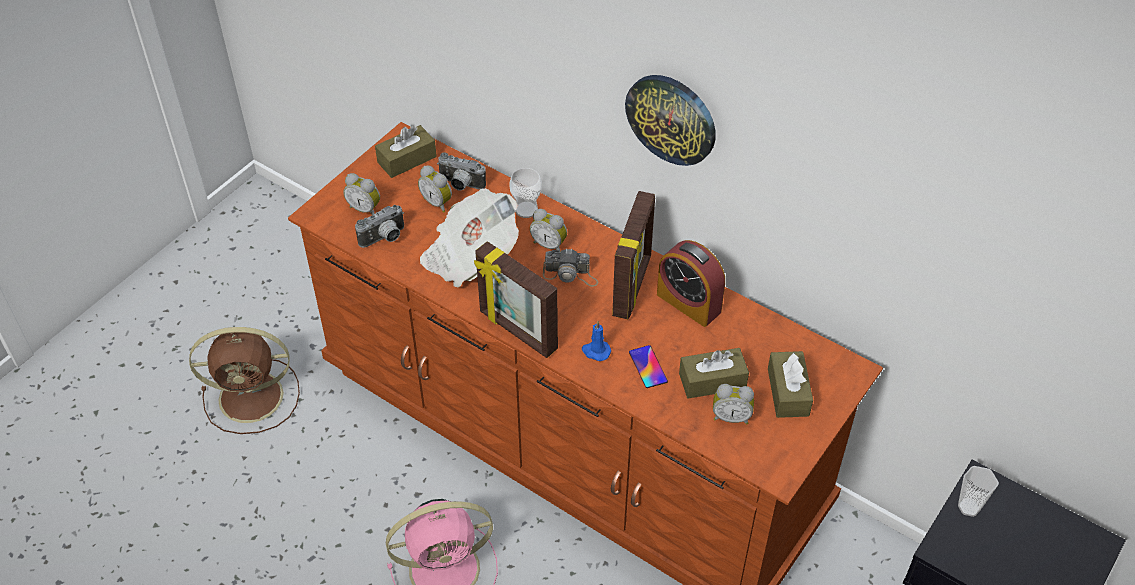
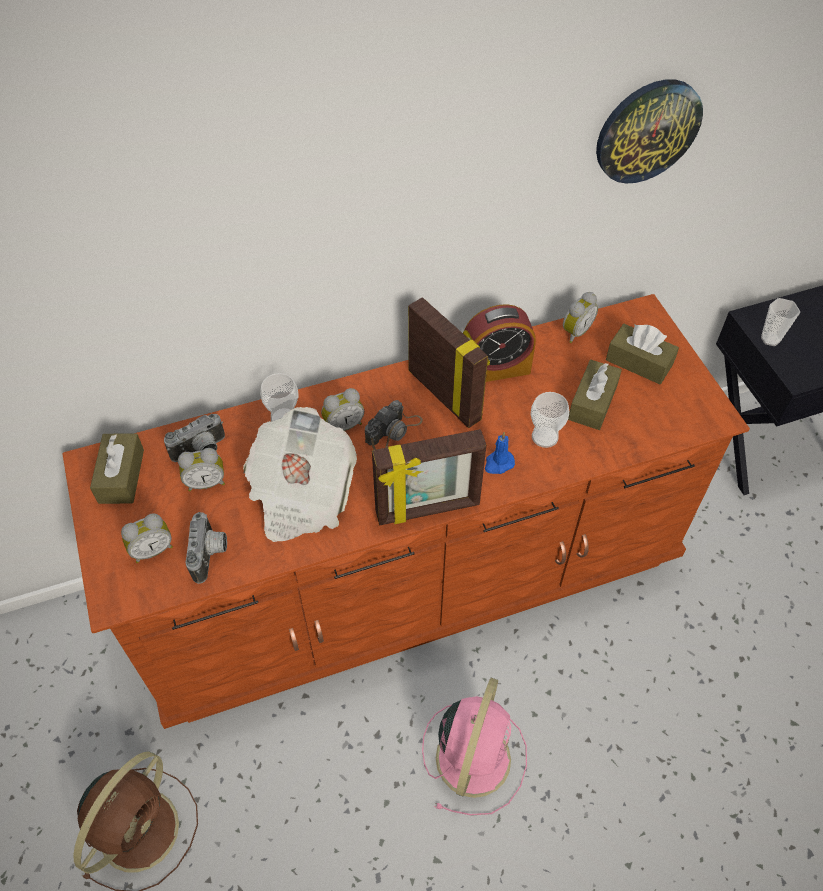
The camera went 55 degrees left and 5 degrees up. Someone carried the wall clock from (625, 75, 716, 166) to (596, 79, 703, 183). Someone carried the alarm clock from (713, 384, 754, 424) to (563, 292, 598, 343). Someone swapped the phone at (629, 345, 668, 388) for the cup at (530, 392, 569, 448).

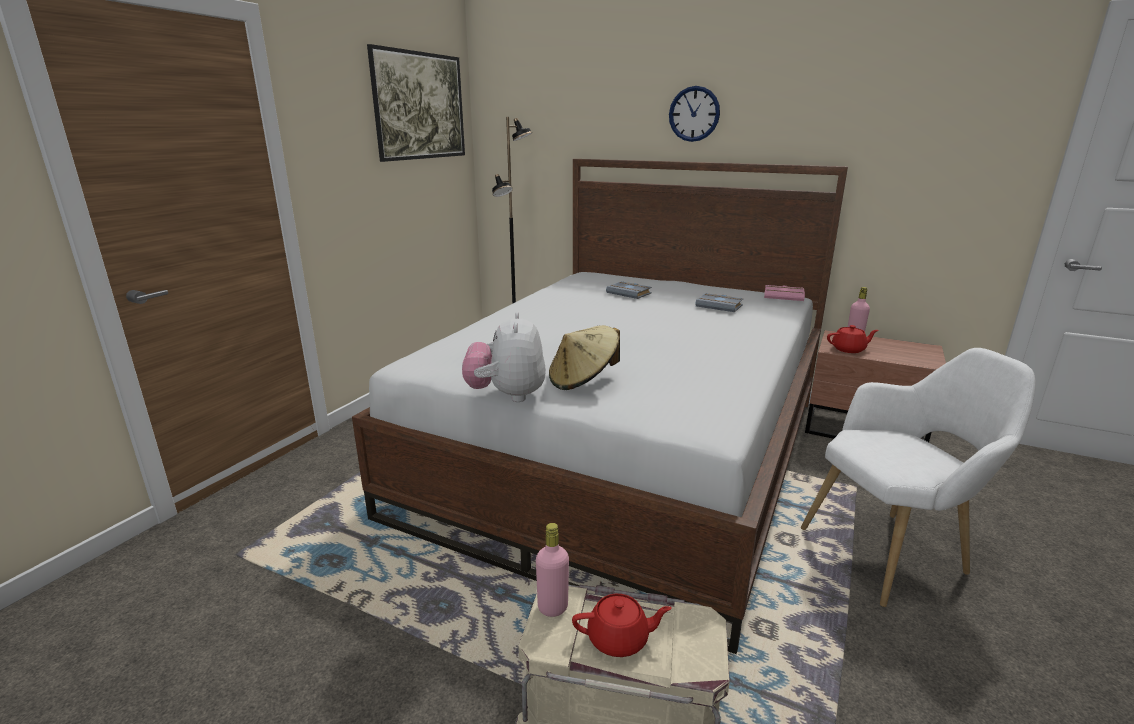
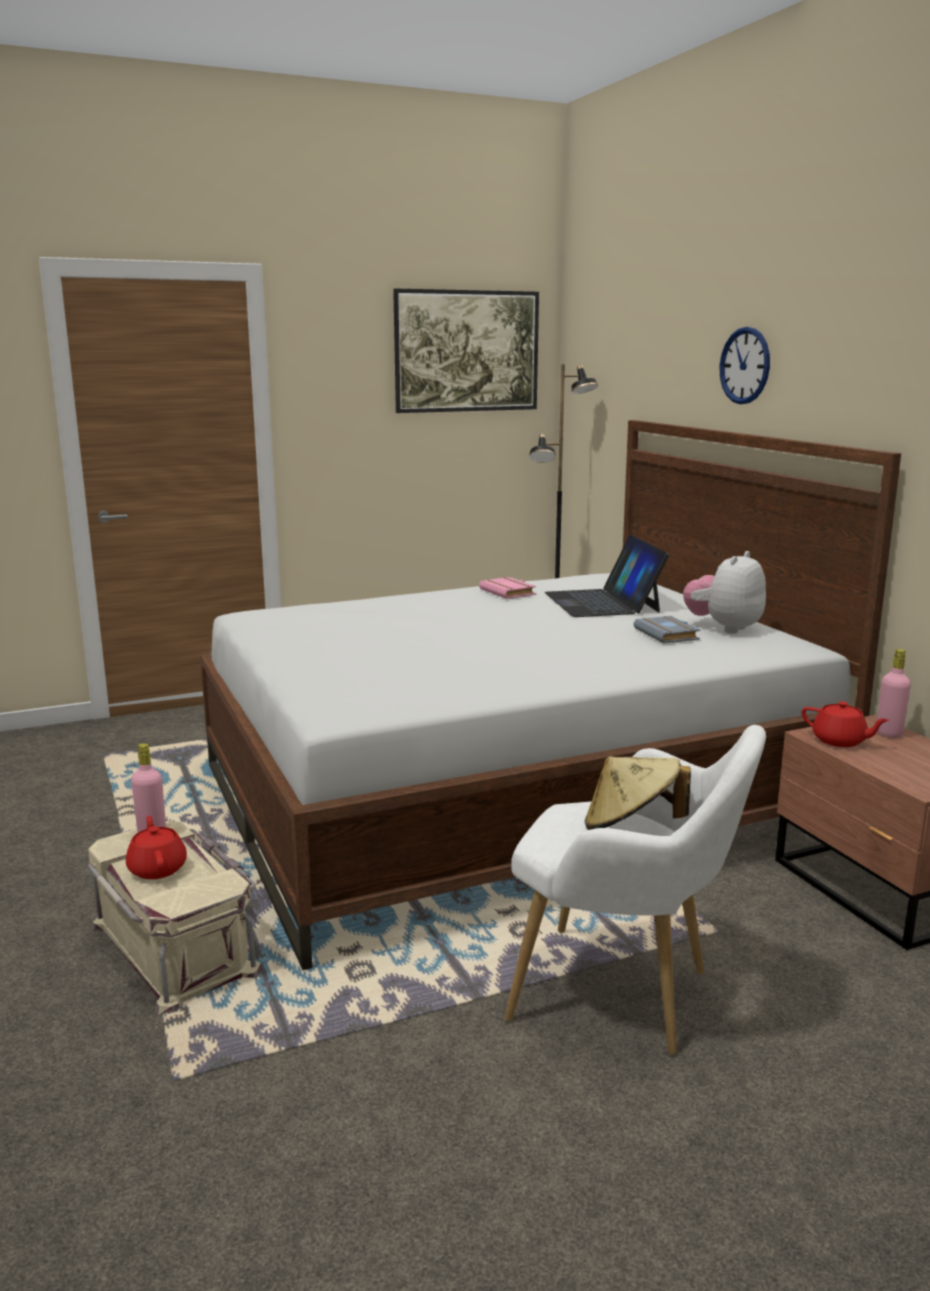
The camera went 40 degrees right and 5 degrees down. Someone carried the plush toy from (462, 312, 546, 402) to (683, 551, 766, 634). Someone carried the hat (beige) from (549, 325, 620, 390) to (585, 757, 691, 830). Someone carried the book (pink) from (764, 285, 805, 301) to (479, 577, 536, 599). Someone swapped the book (grey) at (606, 281, 652, 299) for the laptop at (544, 534, 669, 617). Someone rotated the teapot (red) at (572, 594, 672, 657) by 150 degrees counterclockwise.

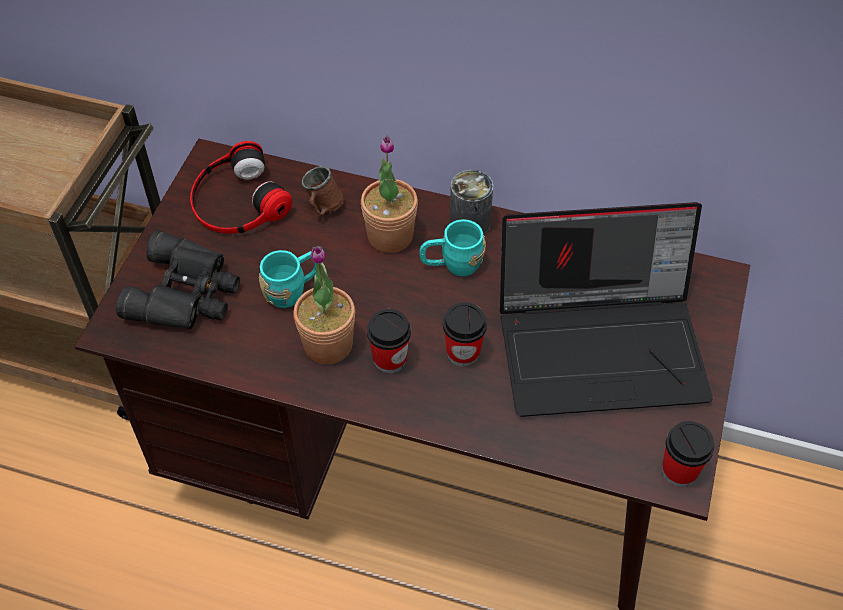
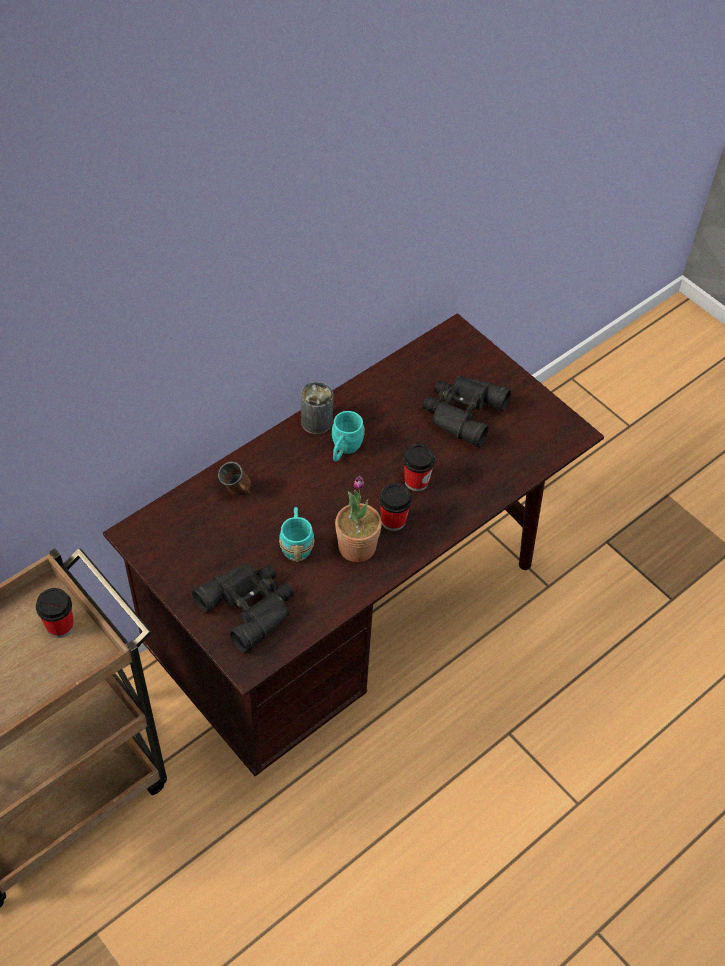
The camera went 60 degrees left and 0 degrees up. Someone took away the headphones at (190, 141, 292, 234). Someone took away the potted plant at (361, 135, 418, 253). Someone carried the cup from (662, 421, 714, 487) to (36, 588, 74, 638). Someone swapped the laptop at (500, 202, 713, 417) for the binoculars (black) at (423, 376, 511, 447).

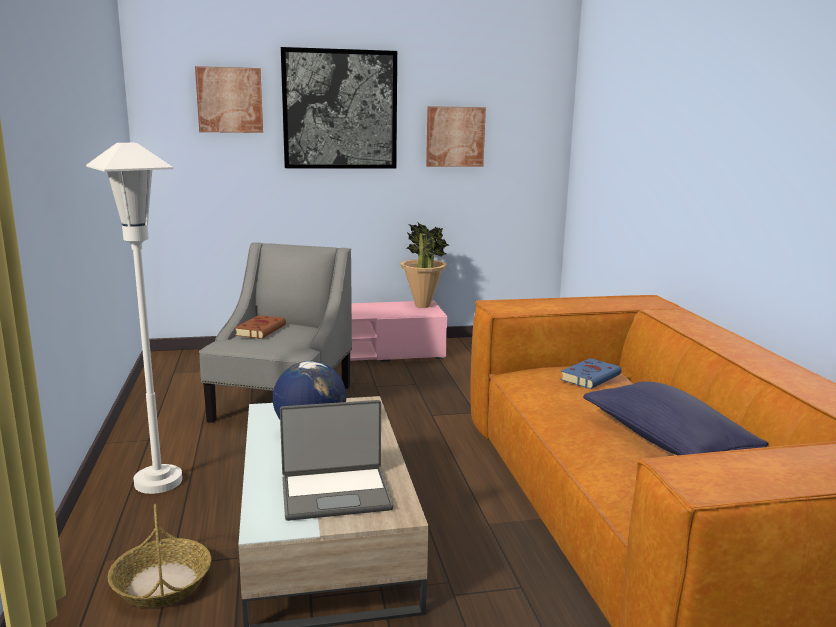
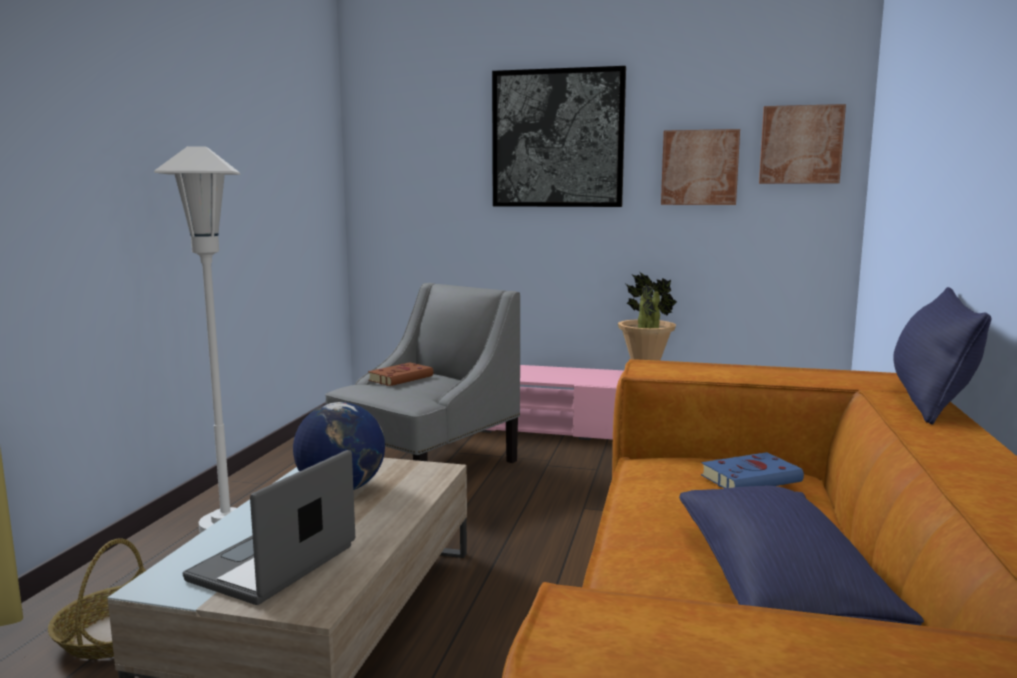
The camera went 25 degrees right and 5 degrees down. Someone put down the pillow (blue) at (893, 287, 991, 425). Someone carried the picture from (195, 66, 263, 133) to (759, 104, 846, 184). Someone rotated the laptop at (280, 400, 393, 521) by 105 degrees clockwise.

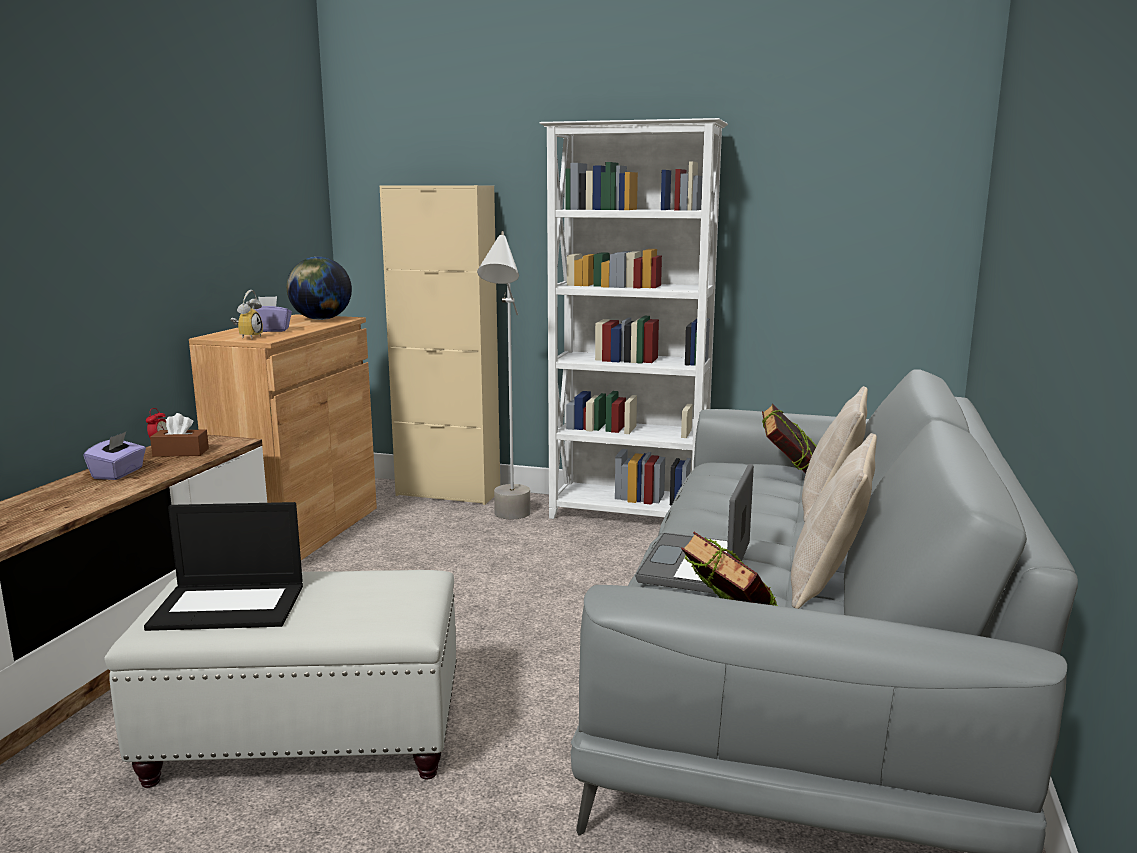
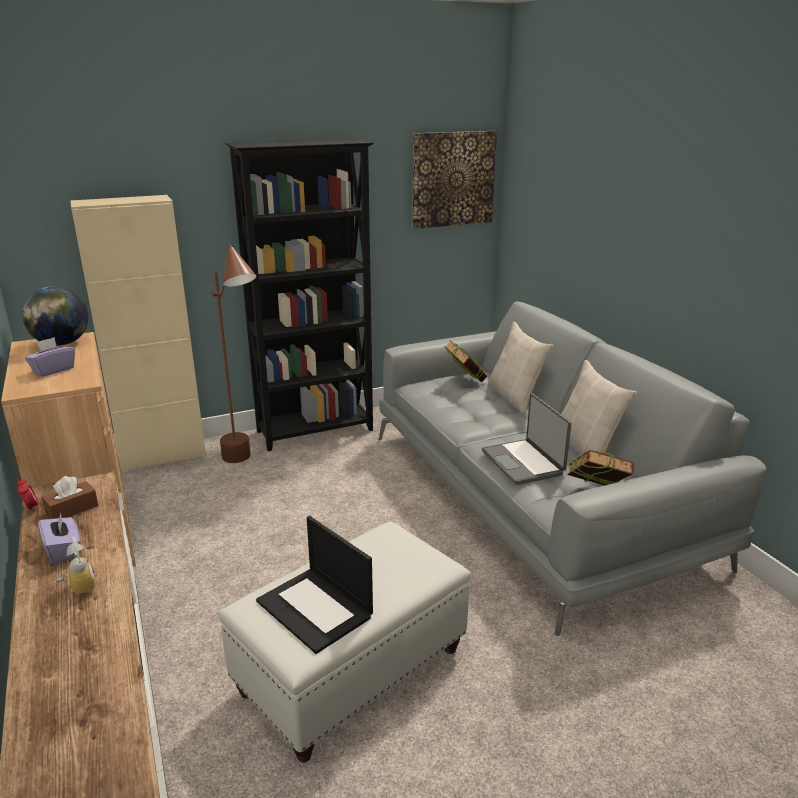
The camera went 40 degrees left and 10 degrees up. Someone put up the picture at (412, 131, 497, 229). Someone carried the alarm clock from (231, 290, 263, 339) to (56, 536, 95, 595). Someone repainted the floor lamp (grey) at (477, 231, 531, 519), which became the floor lamp (brown) at (211, 243, 257, 463). Someone repainted the bookcase (white) at (539, 118, 728, 519), which became the bookcase (black) at (225, 138, 374, 451). Someone rotated the laptop at (144, 502, 303, 631) by 90 degrees clockwise.

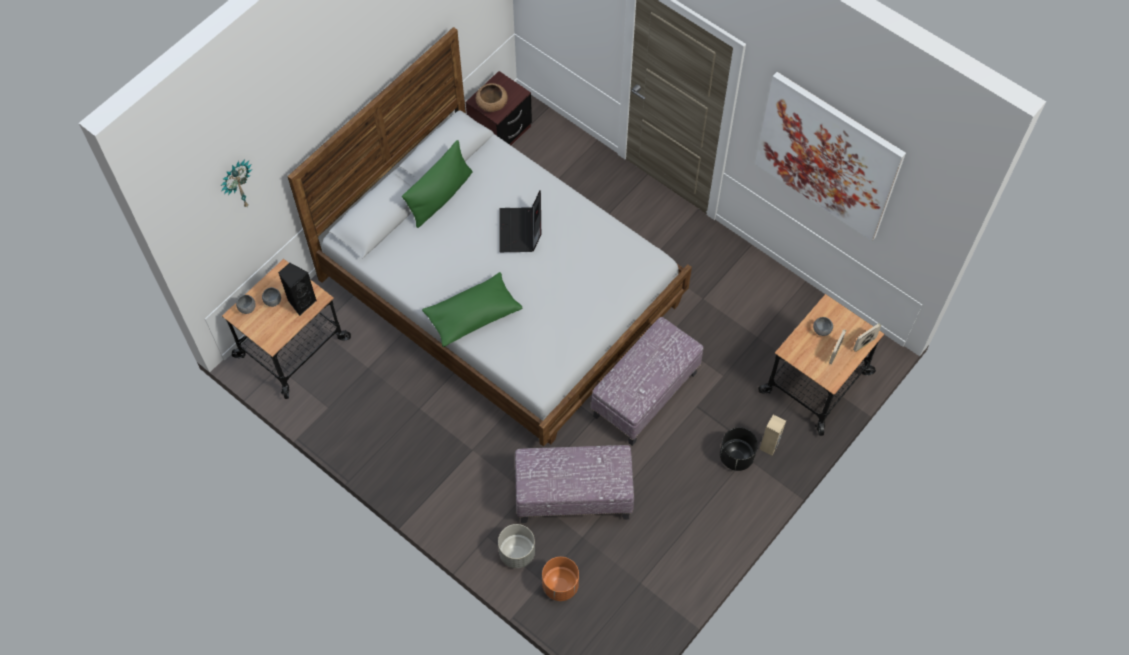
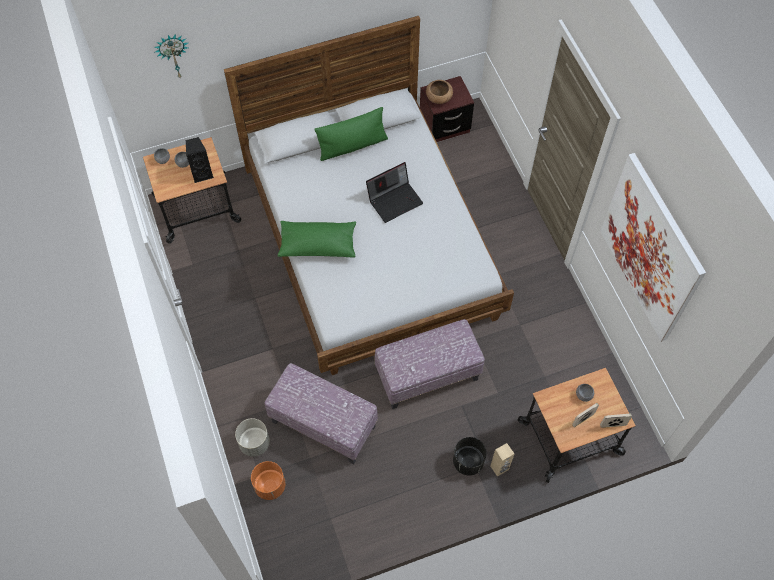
The camera went 30 degrees right and 0 degrees up. Someone rotated the laptop at (499, 190, 541, 252) by 150 degrees counterclockwise.

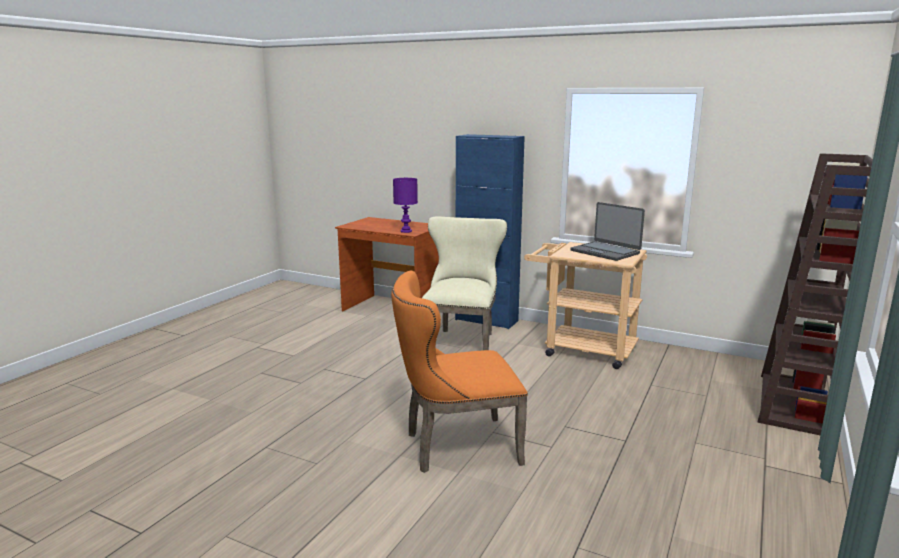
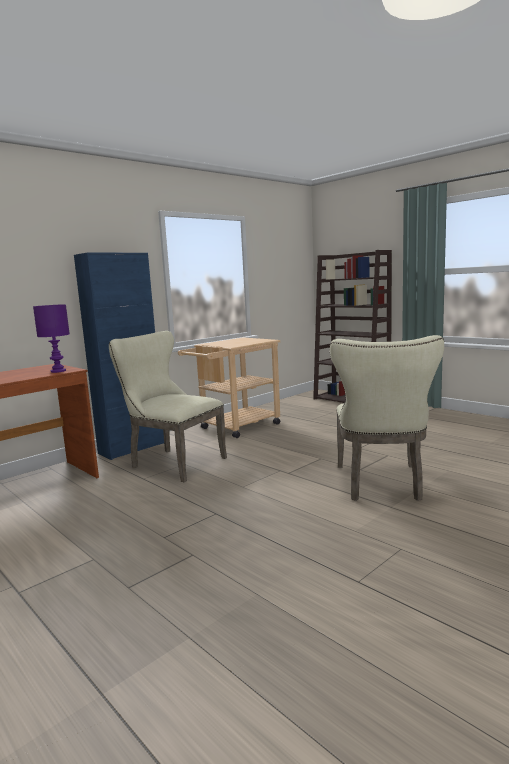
The camera went 70 degrees left and 5 degrees down. Someone took away the laptop at (570, 202, 645, 261). Someone repainted the chair (orange) at (391, 271, 528, 473), which became the chair (beige) at (330, 335, 444, 501).

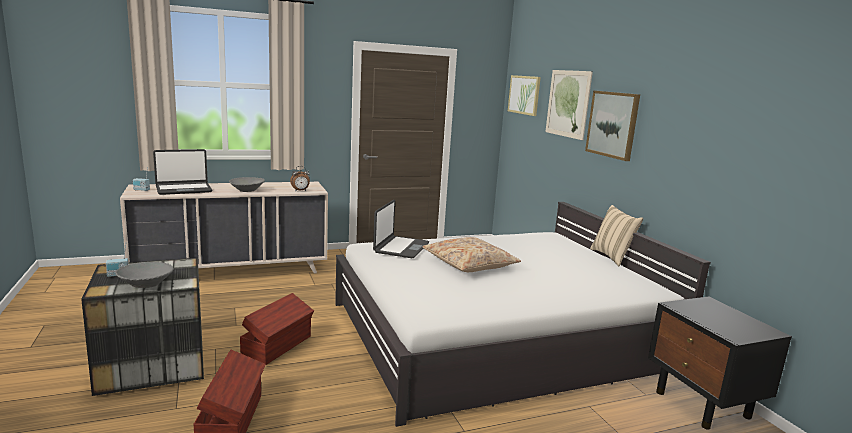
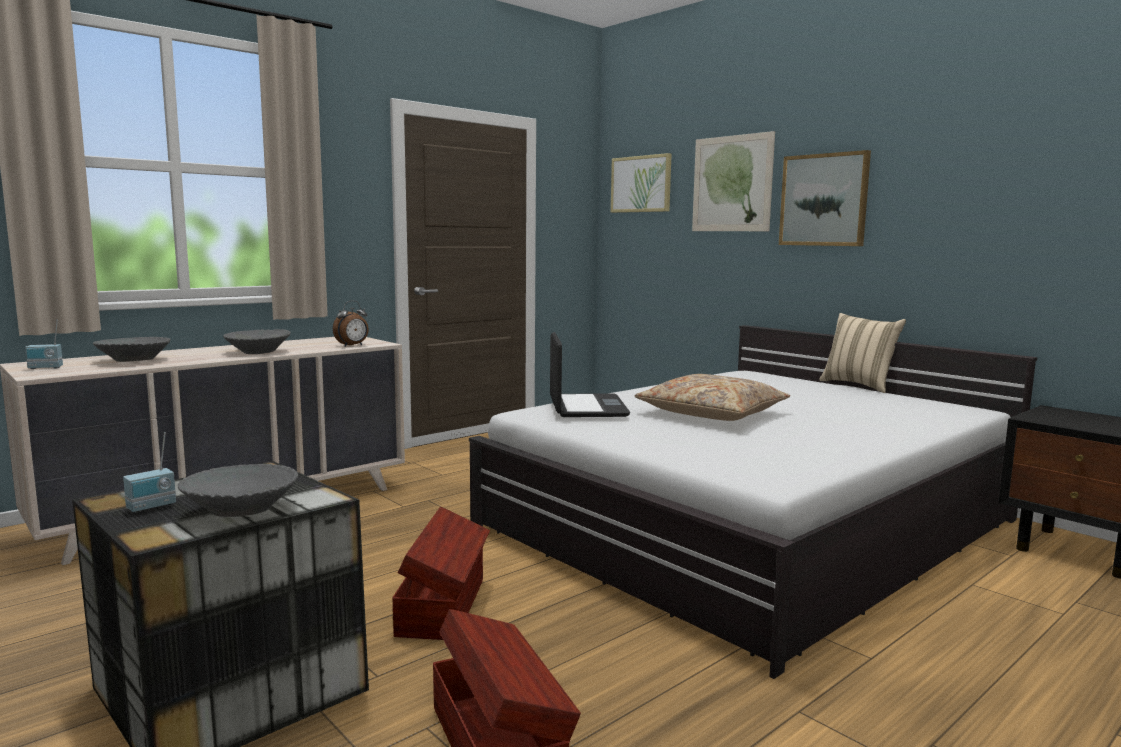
The camera went 20 degrees left and 5 degrees down. Someone swapped the laptop at (153, 149, 212, 195) for the bowl (grey) at (93, 337, 171, 362).

